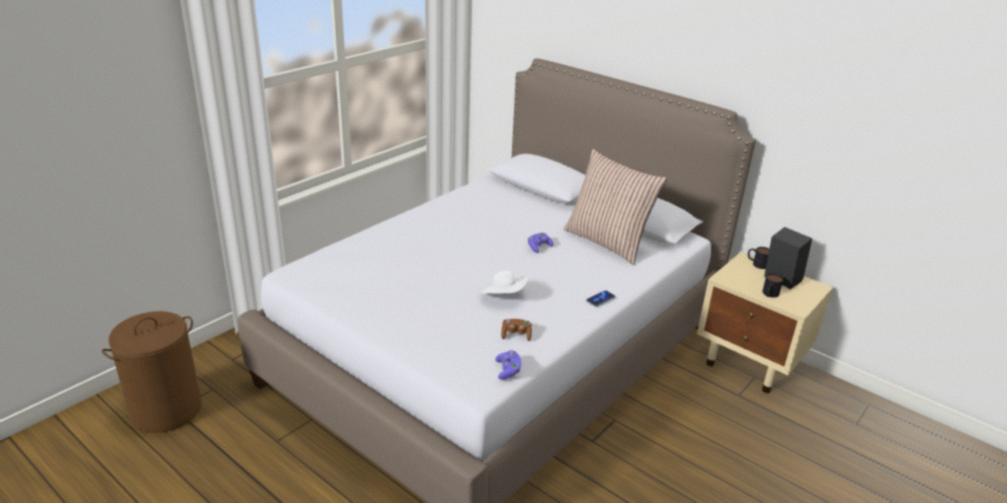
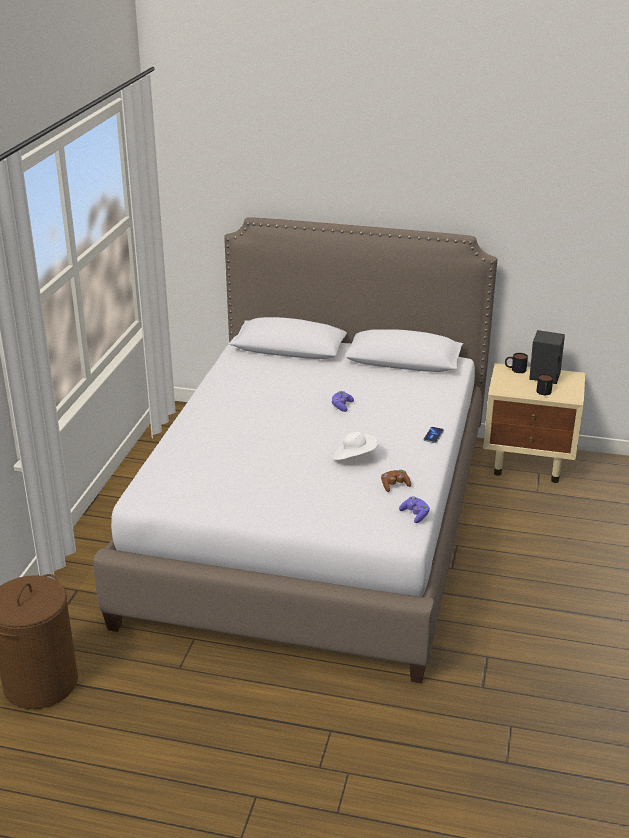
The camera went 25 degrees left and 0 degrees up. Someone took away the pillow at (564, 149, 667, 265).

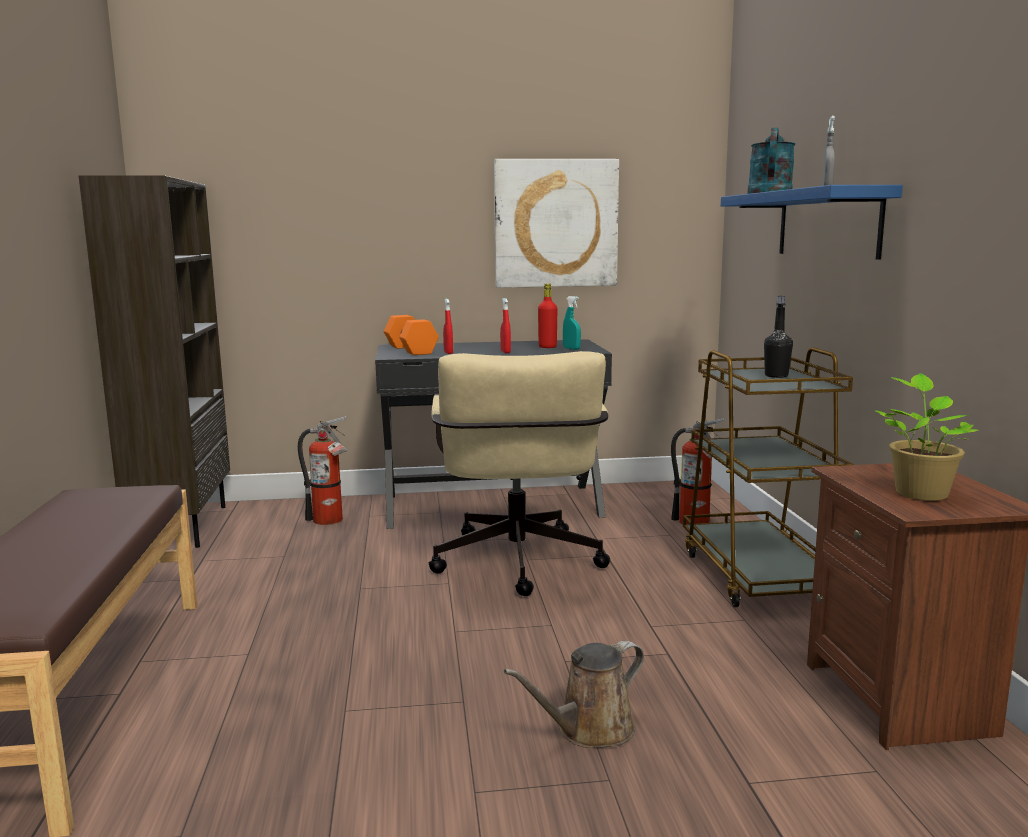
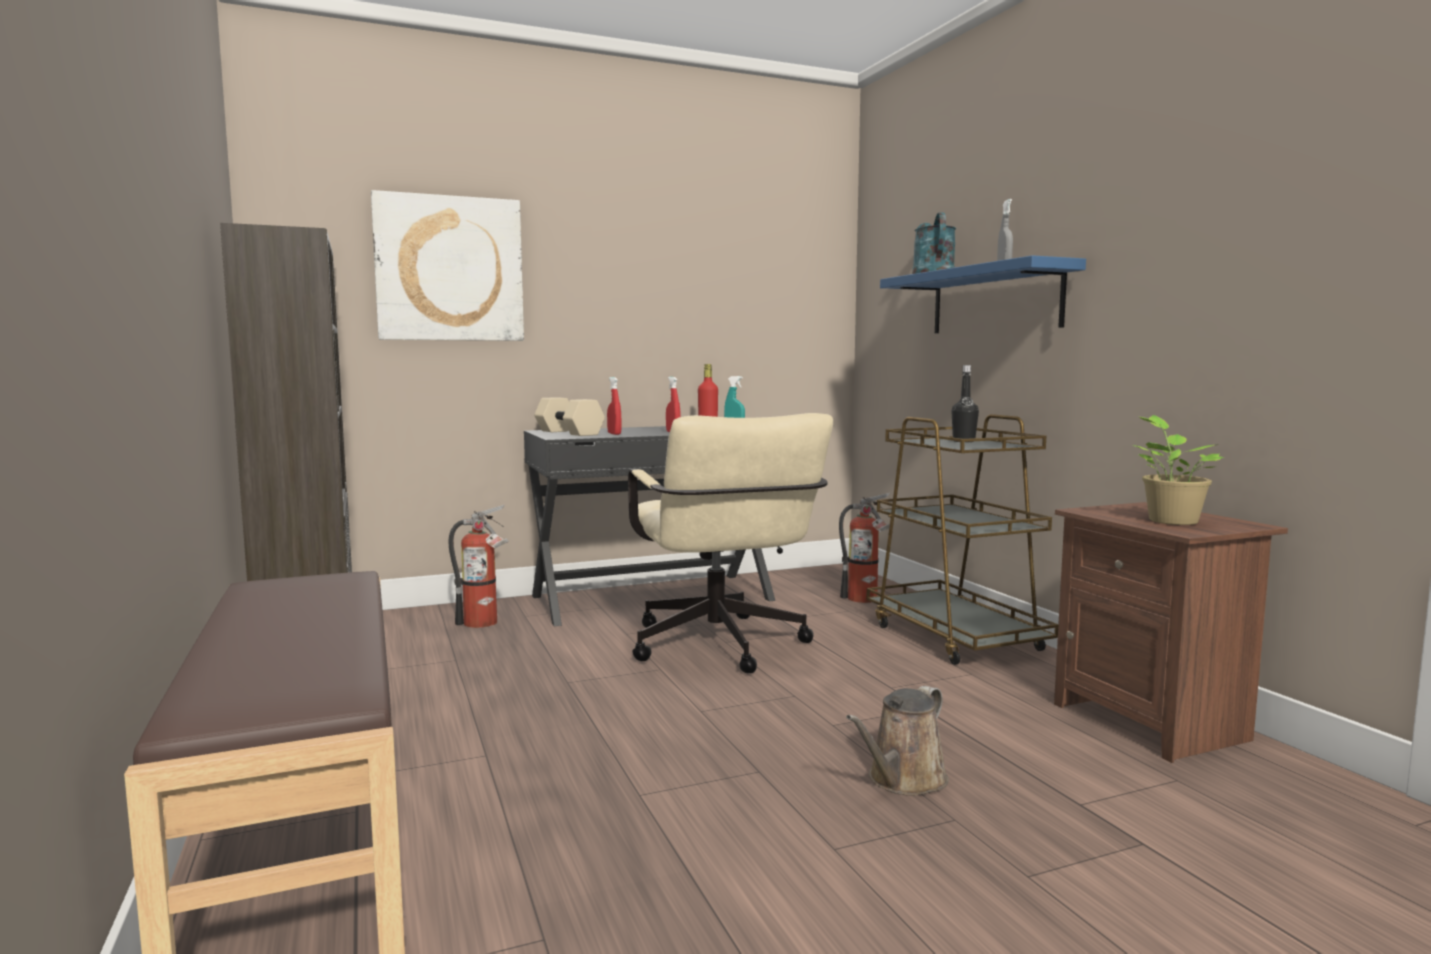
The camera went 15 degrees left and 5 degrees down. Someone carried the picture from (494, 159, 619, 288) to (371, 190, 524, 341). Someone repainted the dumbbell (orange) at (384, 315, 439, 355), which became the dumbbell (beige) at (535, 397, 605, 436).

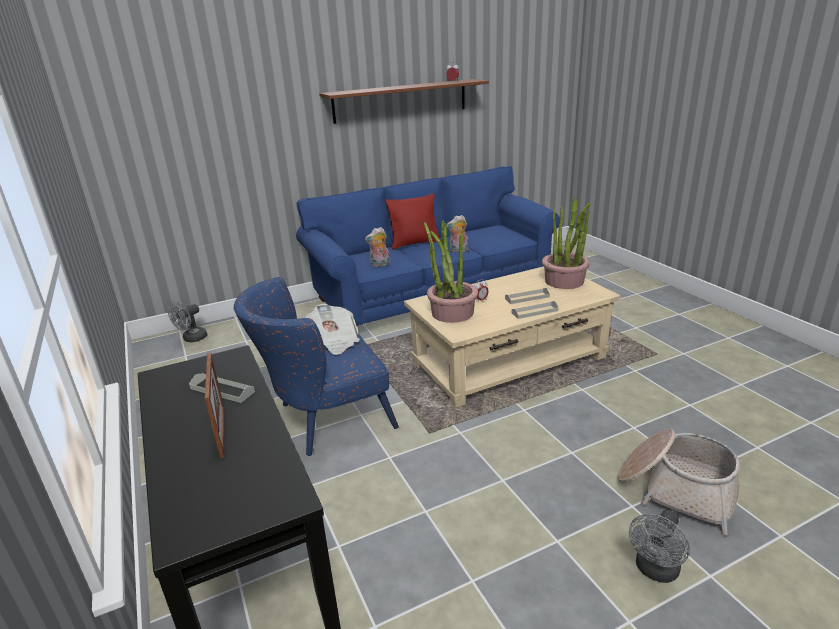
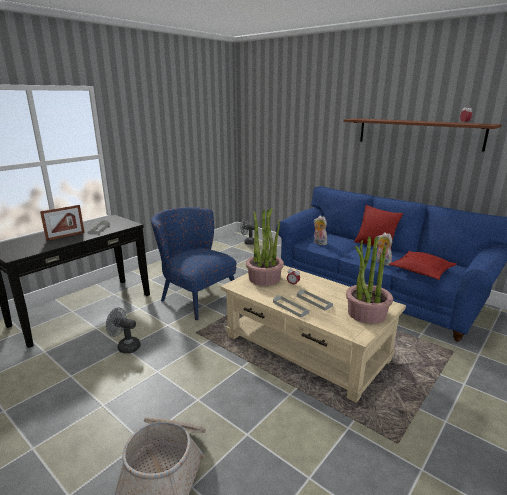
The camera went 65 degrees right and 5 degrees down. Someone took away the newspaper at (306, 304, 360, 355). Someone put down the pillow (red) at (389, 251, 457, 280). Someone carried the fan (grey) from (629, 510, 690, 583) to (106, 307, 141, 354).

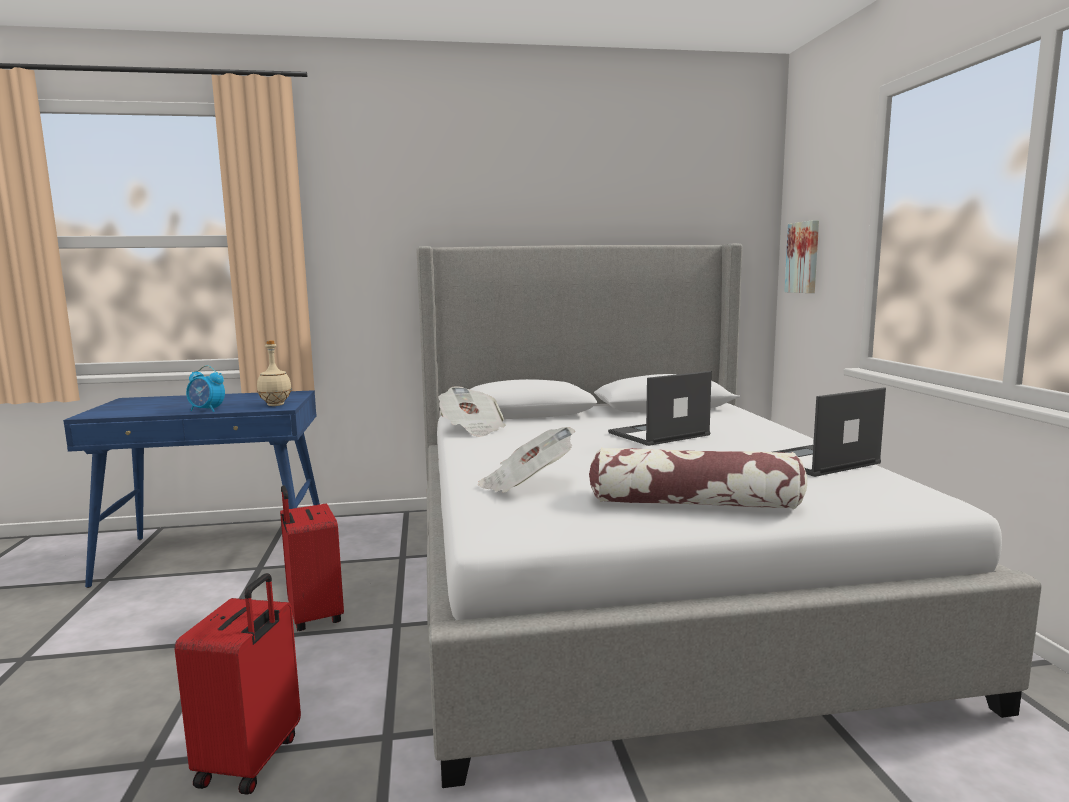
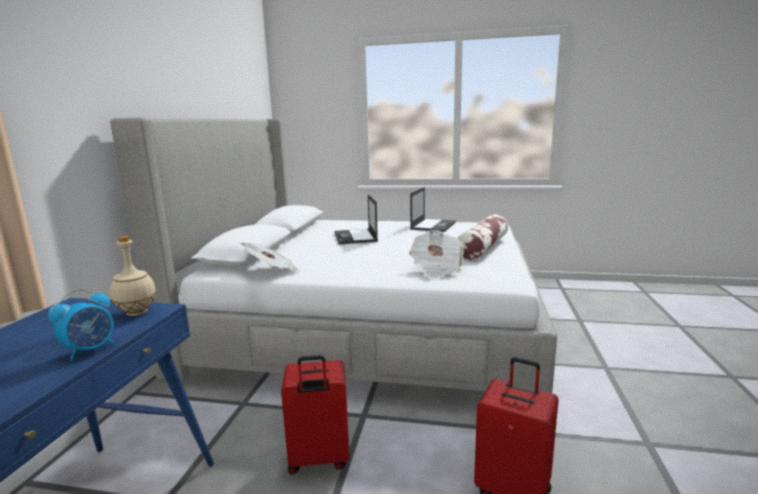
The camera went 70 degrees left and 5 degrees up. Someone took away the picture at (784, 220, 819, 293). Someone rotated the laptop at (774, 387, 886, 477) by 150 degrees counterclockwise.

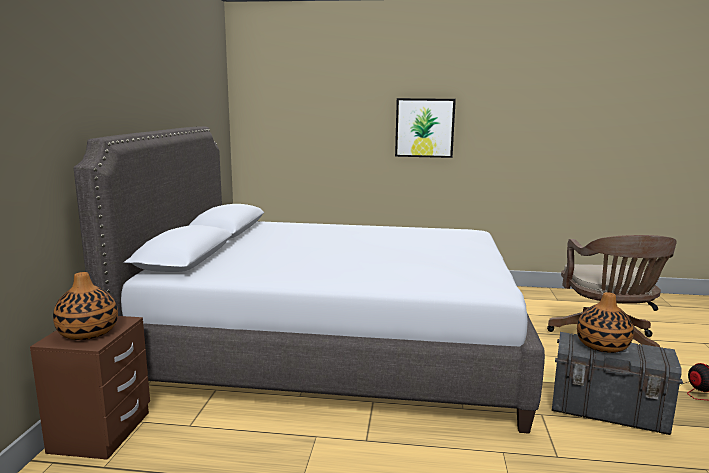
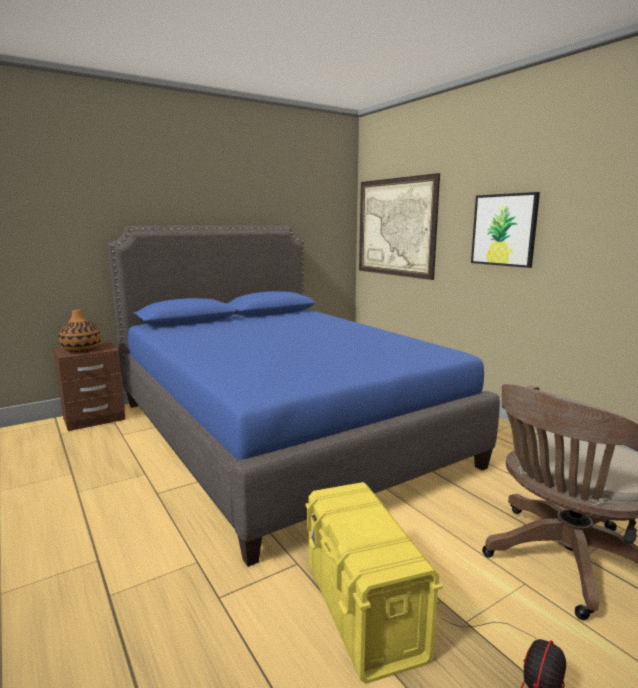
The camera went 50 degrees right and 0 degrees up. Someone took away the vase at (577, 292, 634, 353). Someone put up the picture at (359, 173, 440, 280). Someone repainted the bed (grey) at (74, 126, 545, 434), which became the bed (blue) at (107, 226, 500, 567). Someone repainted the storage box (grey) at (552, 332, 683, 435), which became the storage box (yellow) at (306, 482, 443, 684).

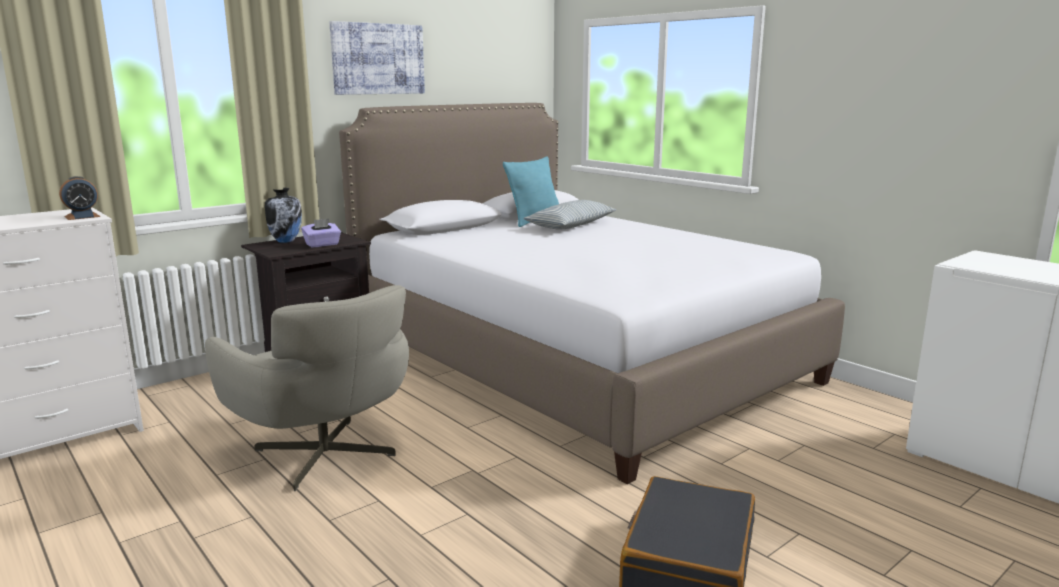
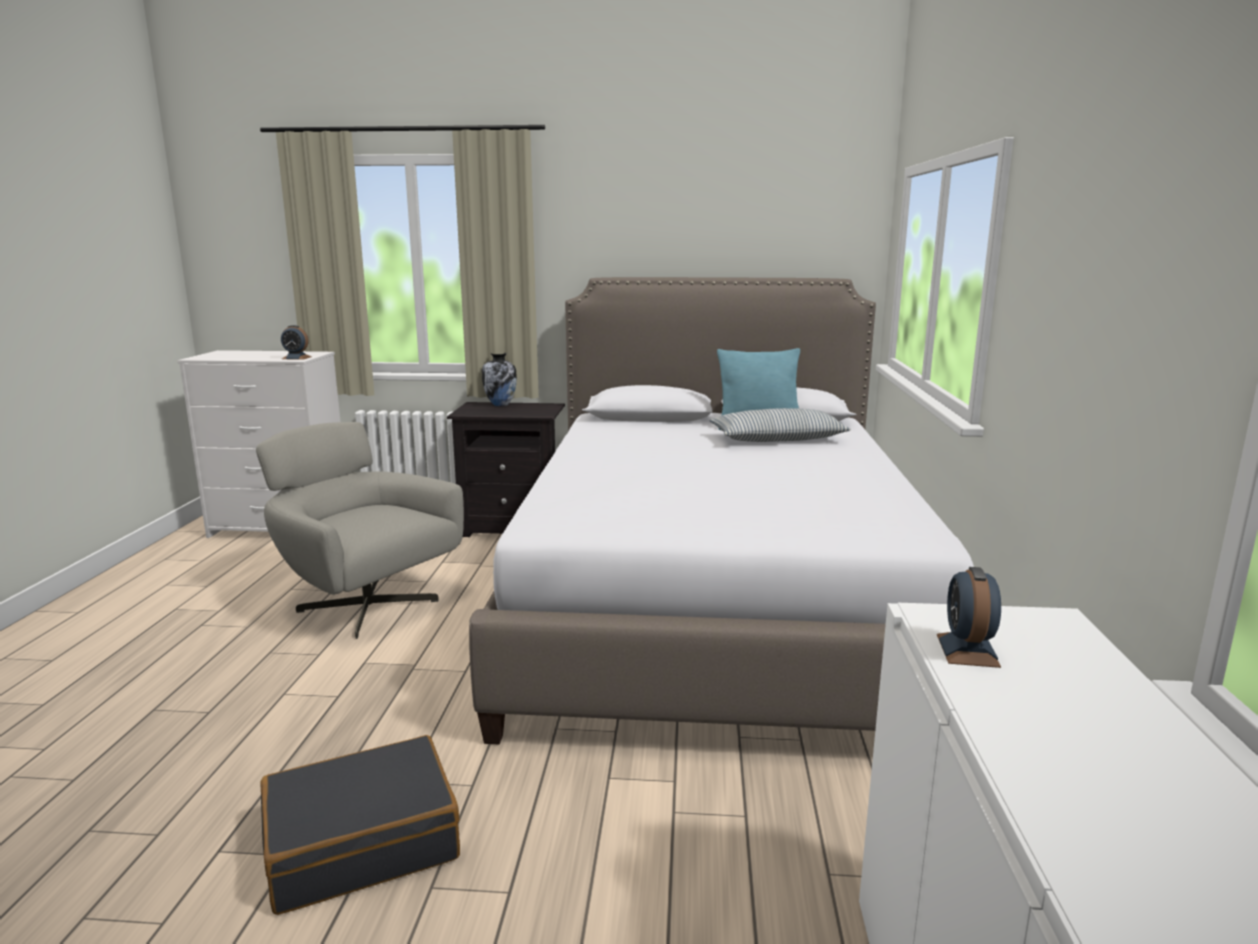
The camera went 45 degrees right and 0 degrees up. Someone took away the tissue box (purple) at (301, 219, 341, 247). Someone took away the picture at (329, 21, 425, 95). Someone put down the alarm clock at (937, 567, 1001, 668). Someone rotated the armchair (grey) at (205, 285, 409, 491) by 120 degrees clockwise.

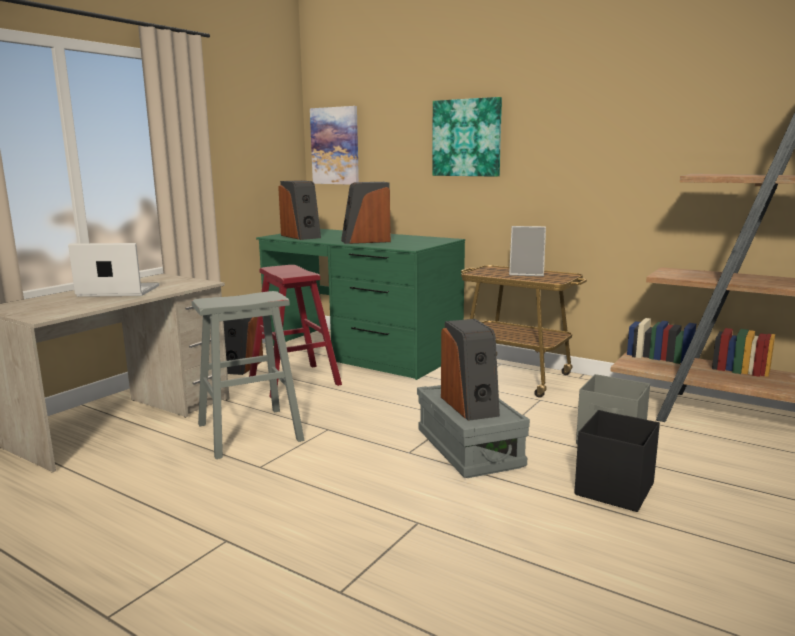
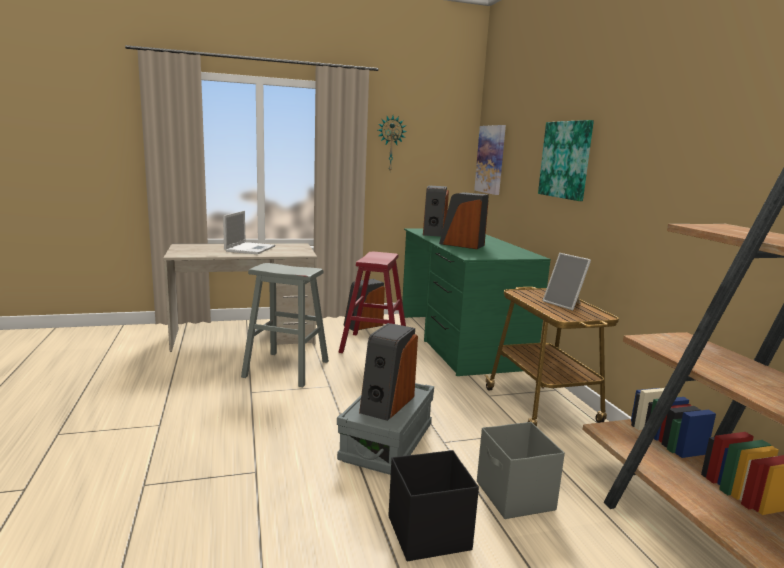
The camera went 40 degrees right and 0 degrees up. Someone put up the wall clock at (378, 116, 407, 171). Someone rotated the laptop at (68, 243, 159, 297) by 60 degrees clockwise.

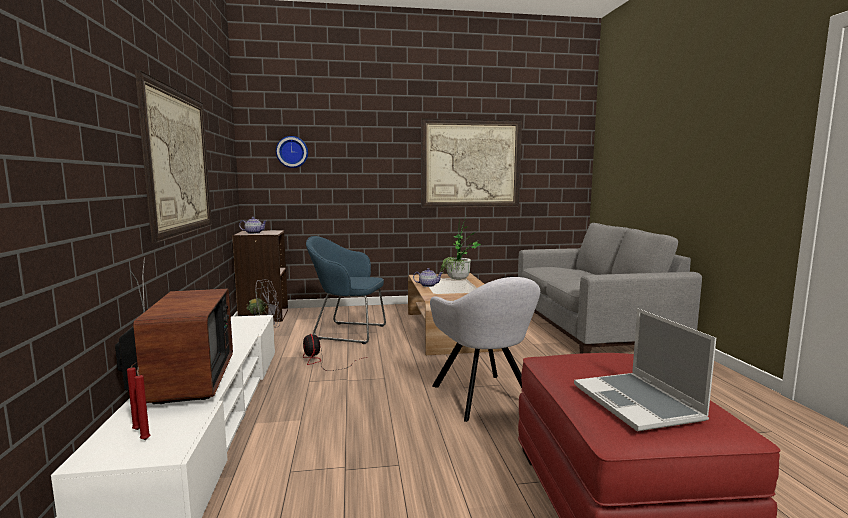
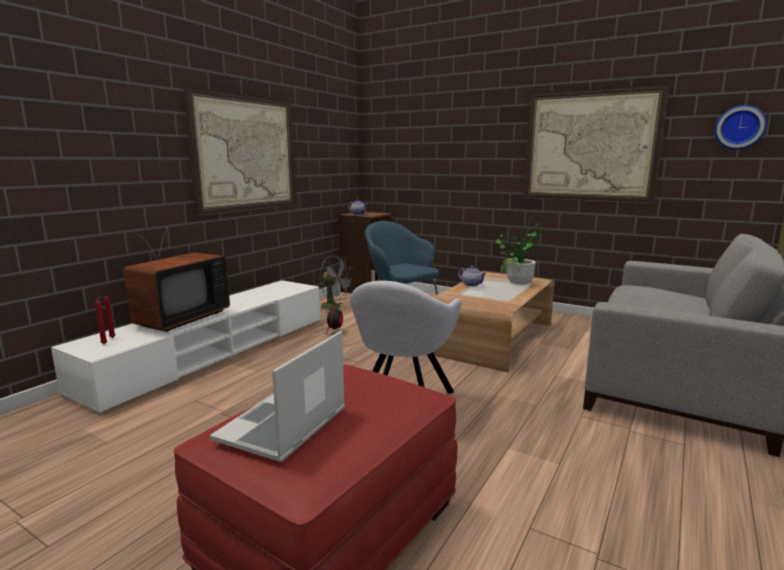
The camera went 40 degrees right and 5 degrees up. Someone carried the wall clock from (276, 136, 308, 168) to (714, 105, 767, 150).

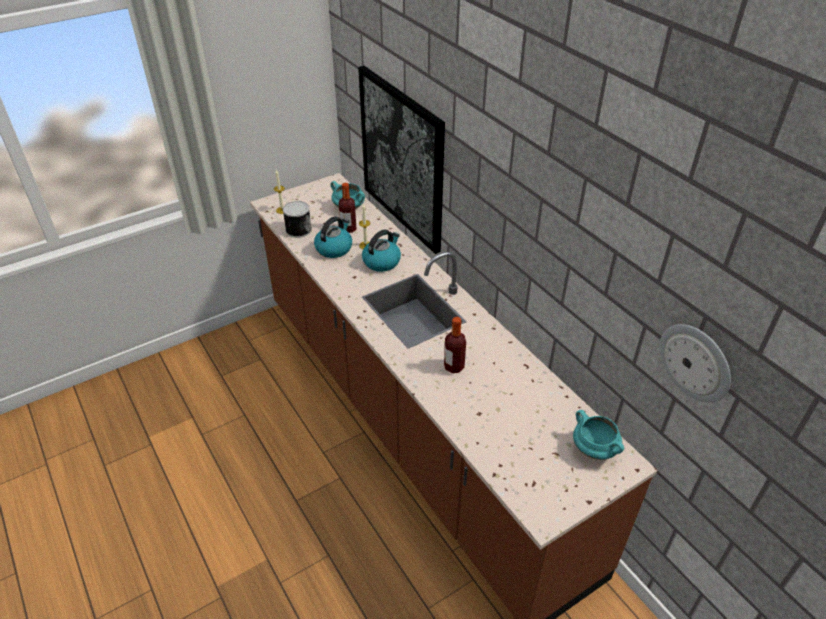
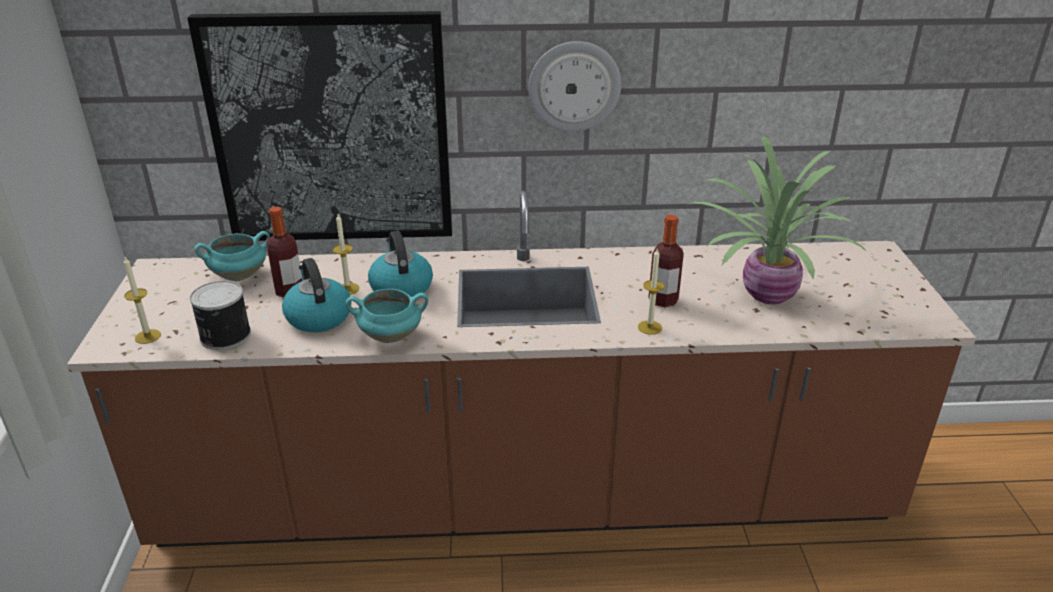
The camera went 60 degrees left and 10 degrees down. Someone put down the candle at (638, 248, 665, 335). Someone put down the potted plant at (687, 136, 868, 304). Someone carried the cooking pot (turquoise) from (573, 410, 624, 460) to (346, 289, 428, 343). Someone carried the wall clock from (659, 324, 731, 403) to (528, 41, 621, 131).

